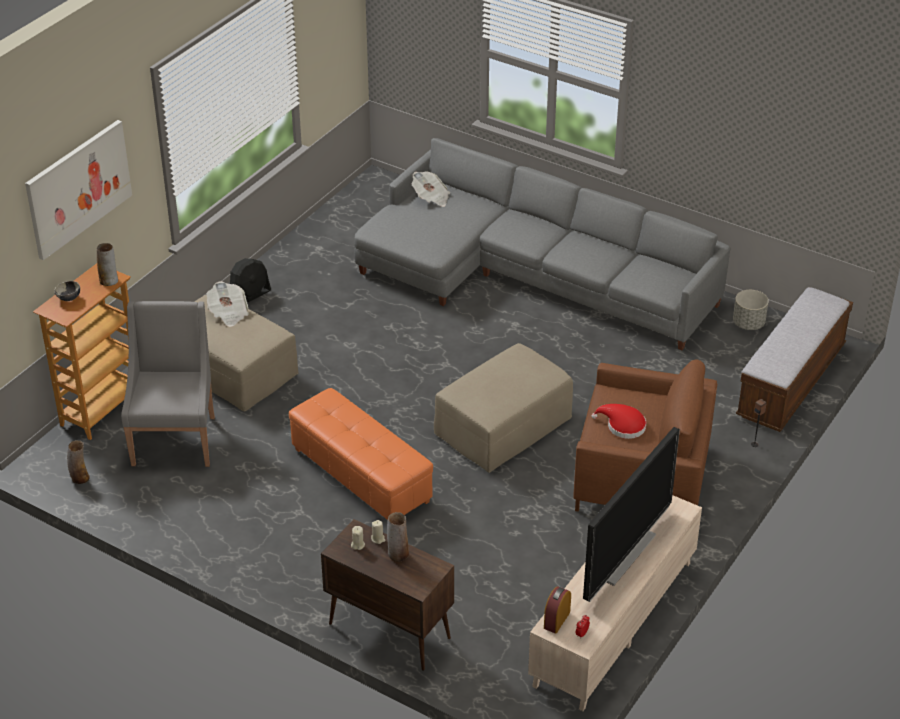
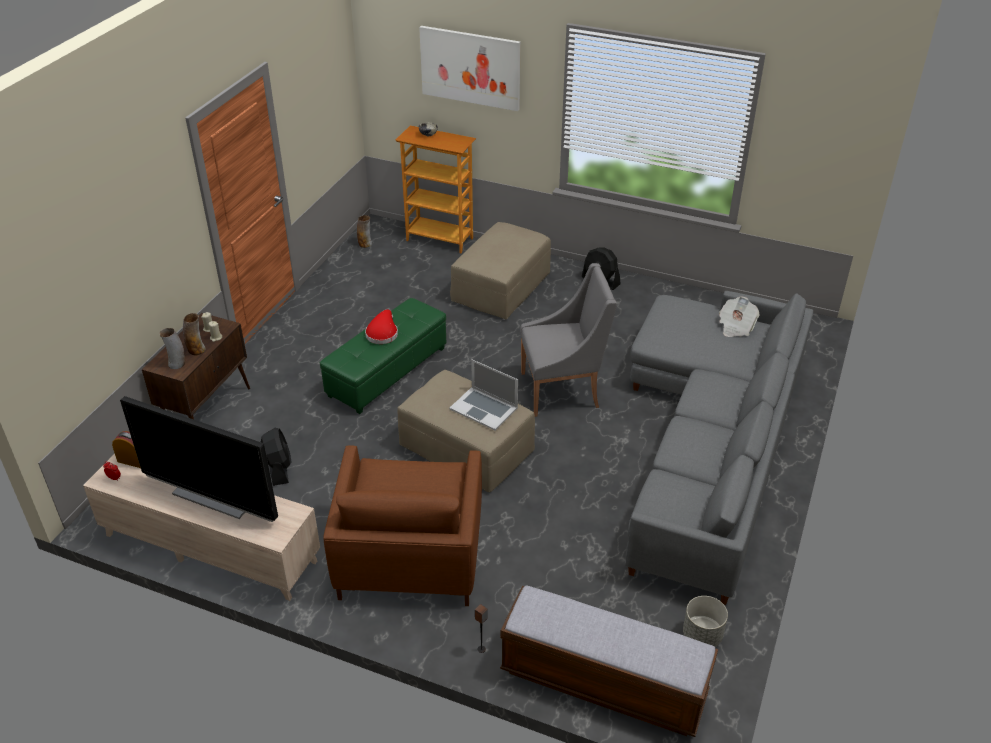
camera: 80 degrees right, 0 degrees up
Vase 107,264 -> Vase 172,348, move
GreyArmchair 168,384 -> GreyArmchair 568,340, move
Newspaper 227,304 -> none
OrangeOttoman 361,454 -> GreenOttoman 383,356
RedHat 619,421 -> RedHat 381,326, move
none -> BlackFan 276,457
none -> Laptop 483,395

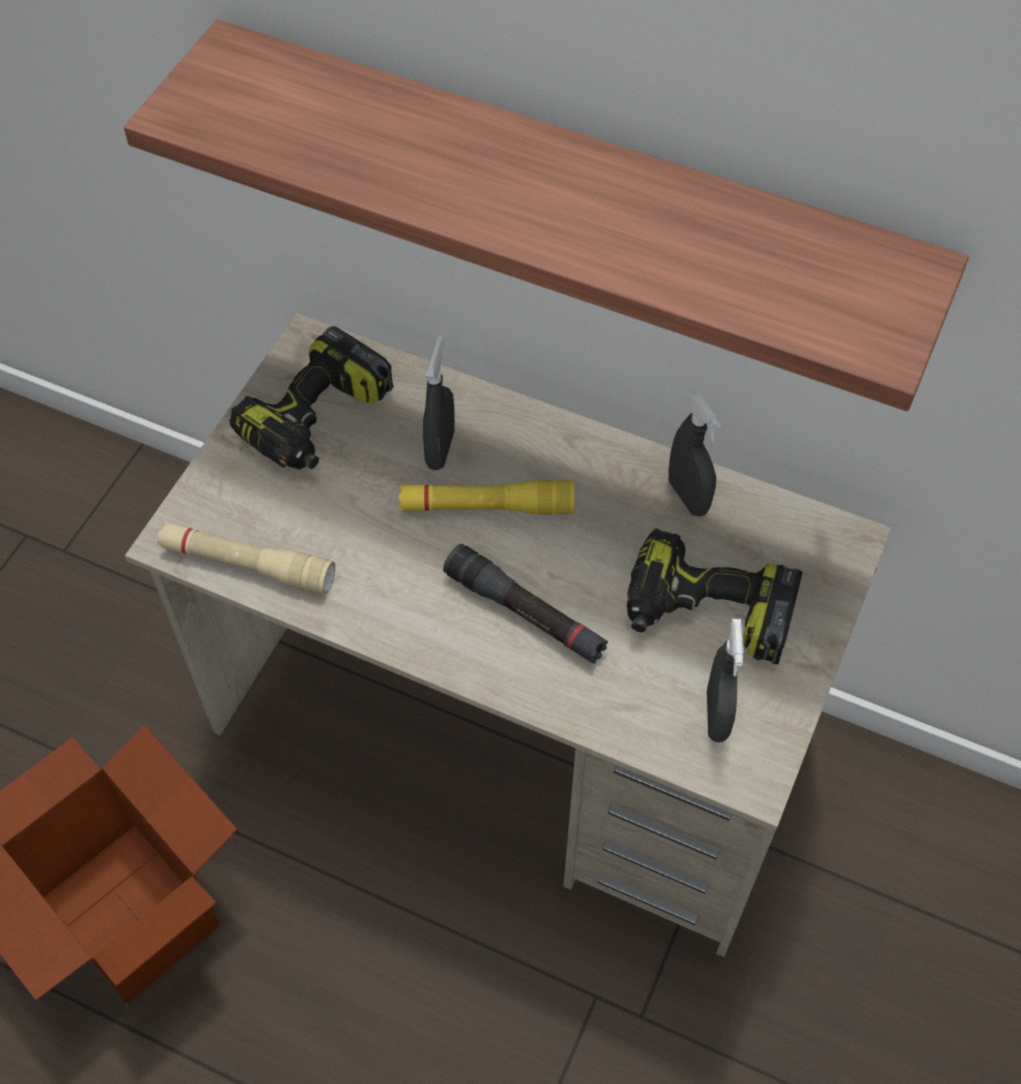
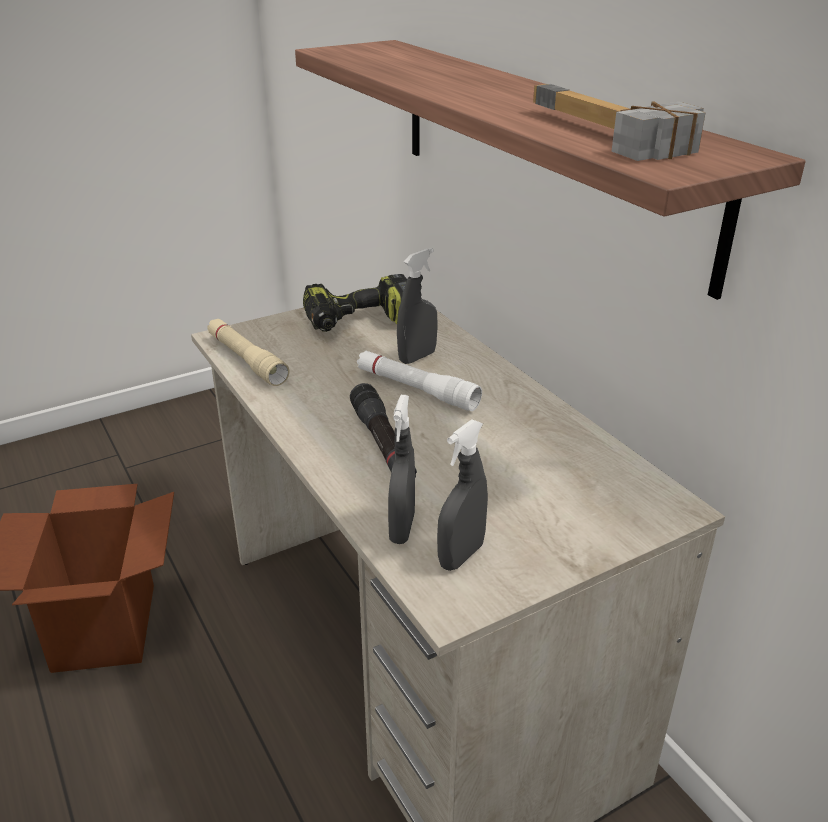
camera: 35 degrees right, 25 degrees down
YellowFlashlight 486,497 -> WhiteFlashlight 419,381
PowerDrill 715,596 -> none
GreySprayBottle 694,454 -> GreySprayBottle 401,469, move
none -> Hammer 619,122

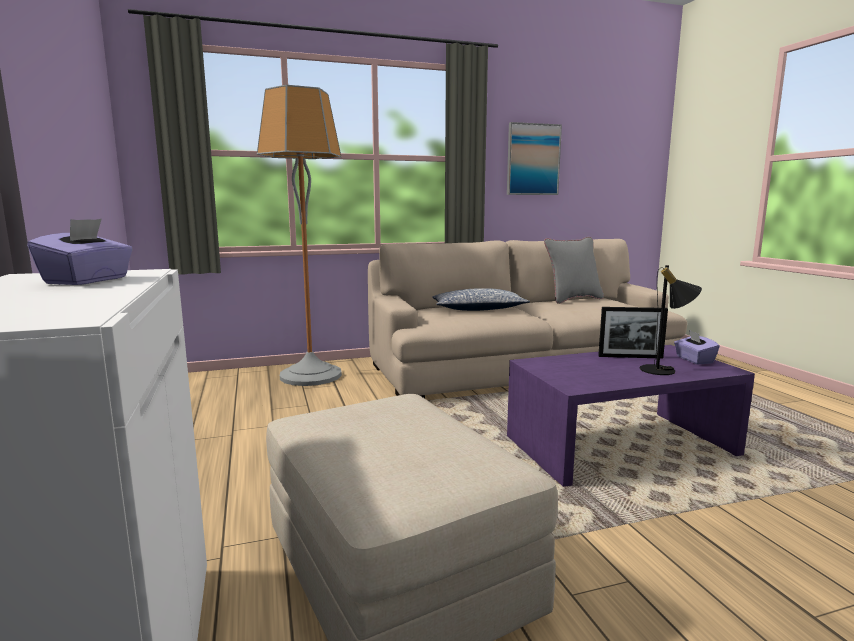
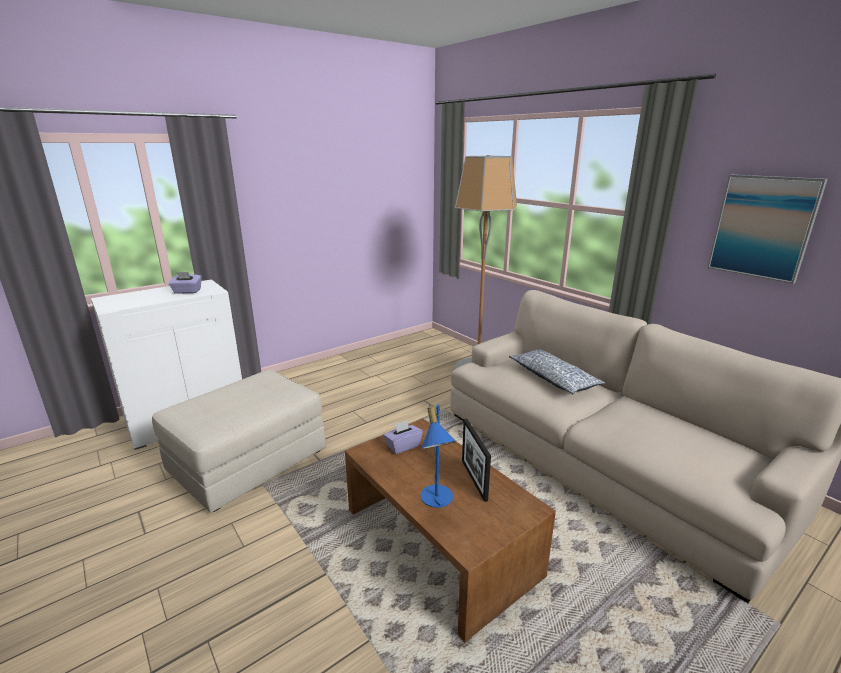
camera: 70 degrees right, 10 degrees up
PurpleCoffeeTable 631,416 -> BrownCoffeeTable 450,530
GreyPillow 574,270 -> none
BlackTableLamp 671,320 -> BlueTableLamp 438,456
PurpleTissueBox 697,347 -> PurpleTissueBox 403,437, move

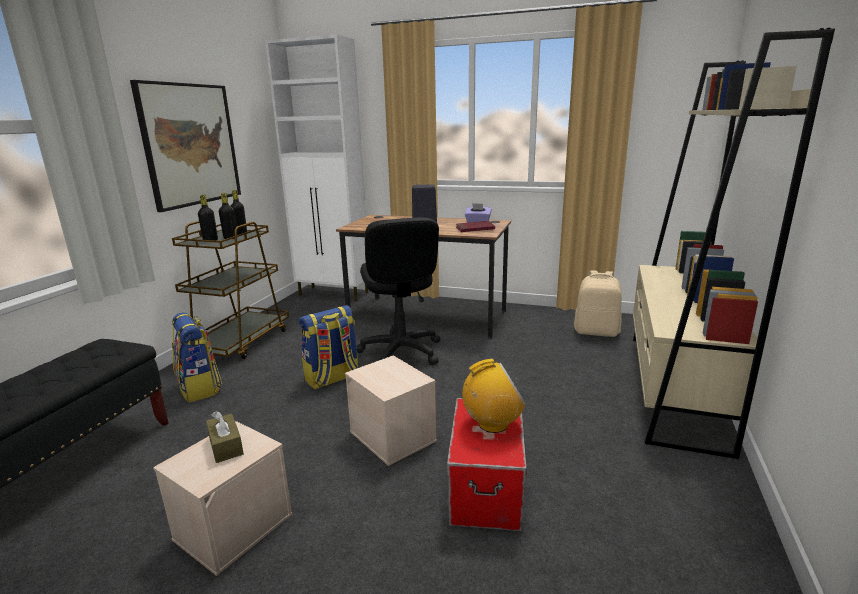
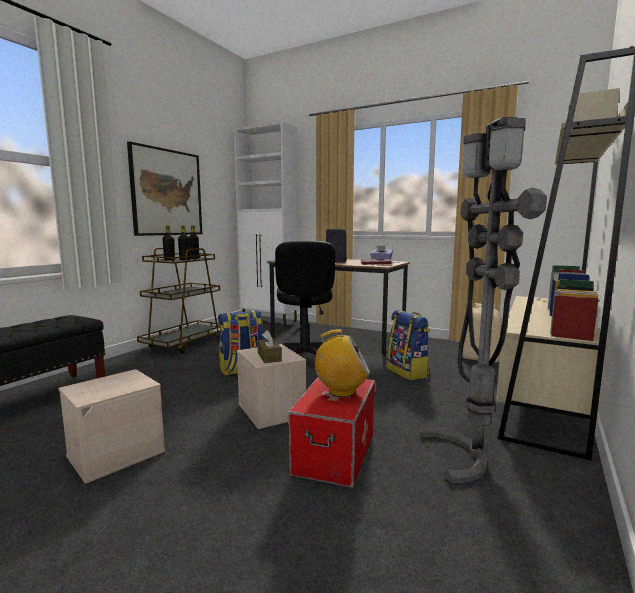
camera: 10 degrees right, 10 degrees down
Backpack 197,357 -> Backpack 408,345, move
BrownTissueBox 225,437 -> BrownTissueBox 270,346, move
none -> GreyFloorLamp 483,300

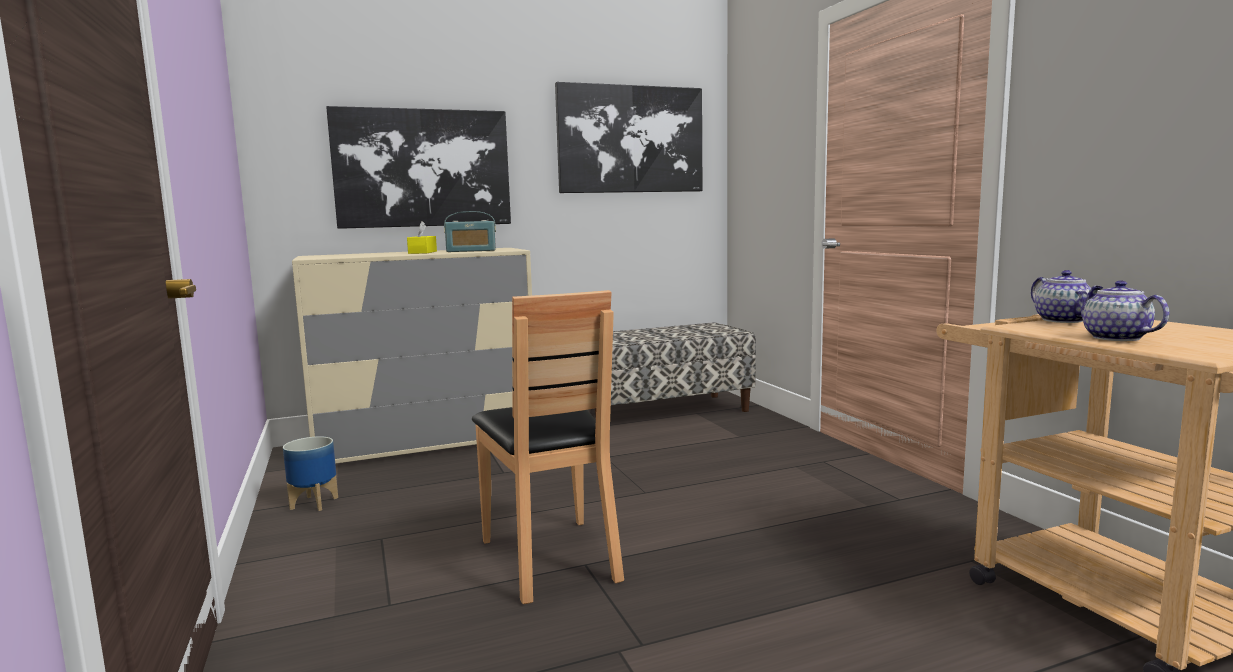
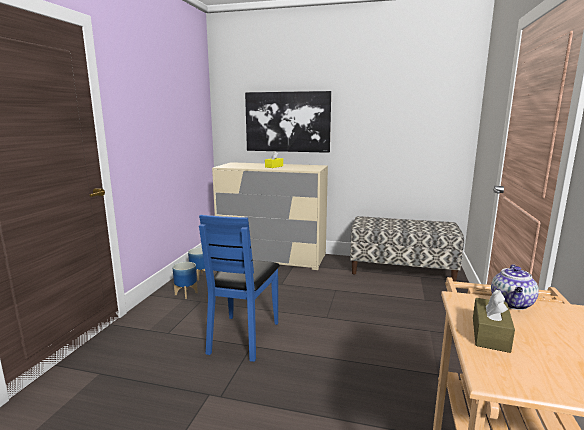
camera: 35 degrees right, 5 degrees up
Radio 470,231 -> none
BrownChair 548,447 -> BlueChair 239,288
Picture 628,137 -> none
Teapot 1122,311 -> BrownTissueBox 494,321
none -> Planter 185,280

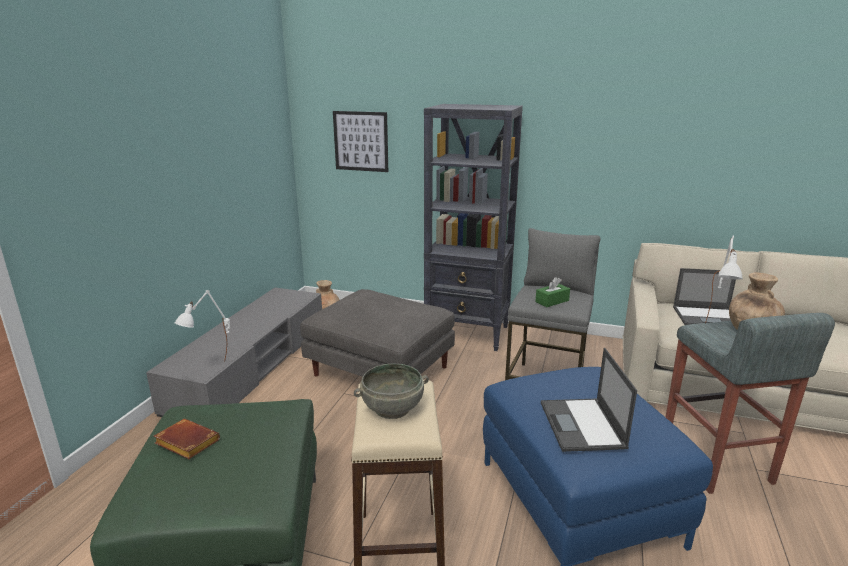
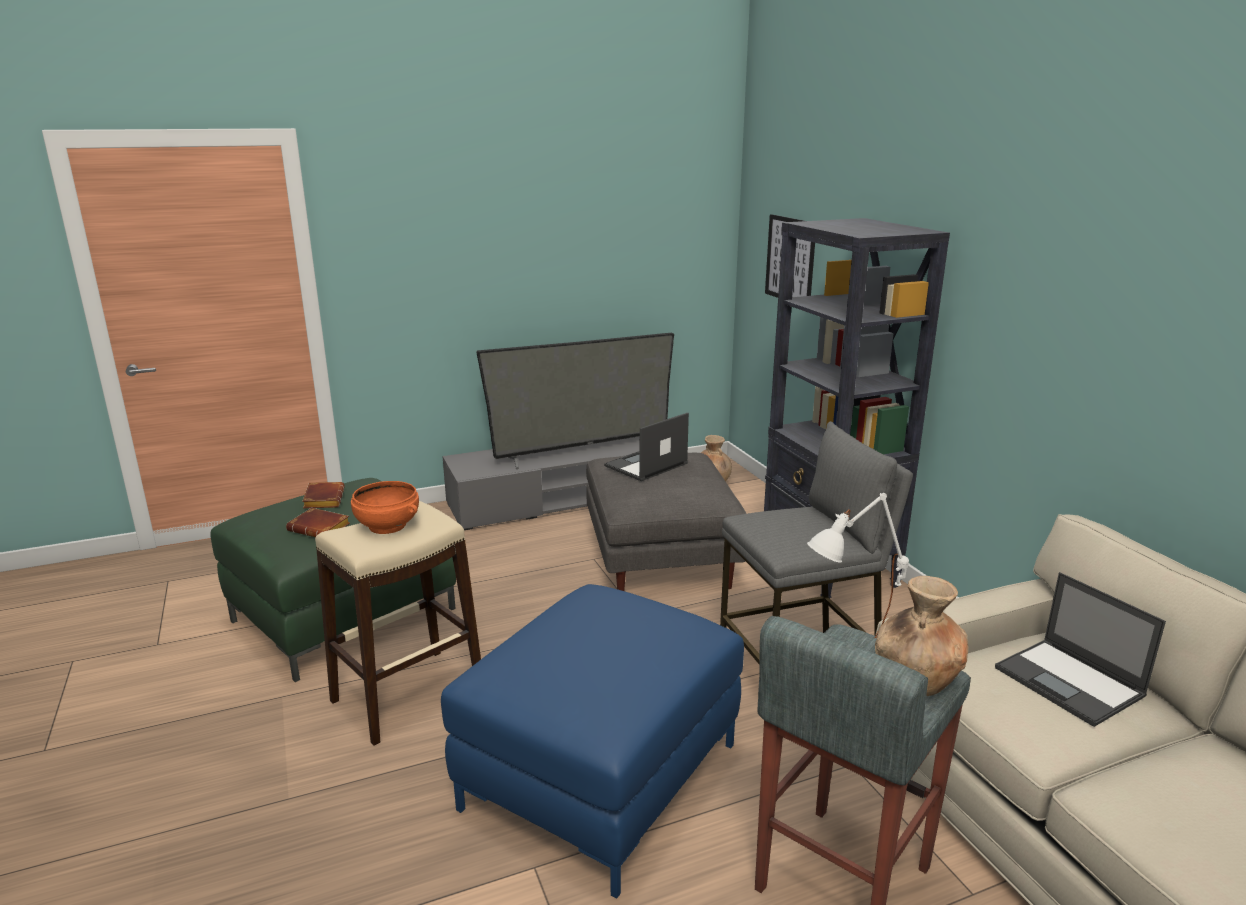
camera: 50 degrees right, 0 degrees up
WhiteTableLamp 202,326 -> none
GreyBowl 391,391 -> OrangeBowl 385,507
GreenTissueBox 552,292 -> none
Laptop 589,400 -> Laptop 646,447, move
none -> BrownBook 318,522
none -> Television 575,401

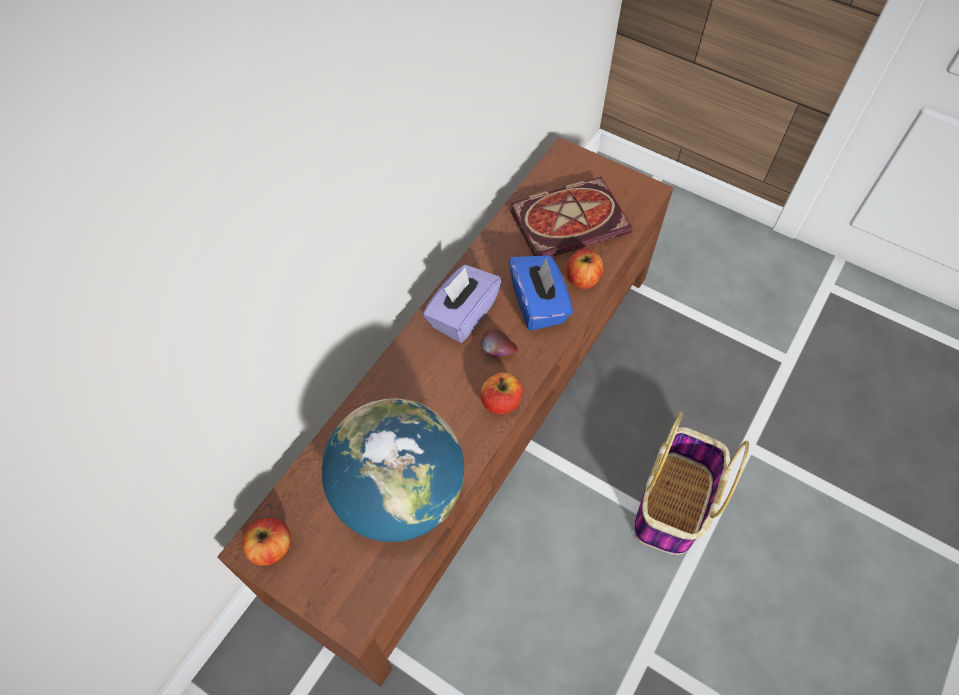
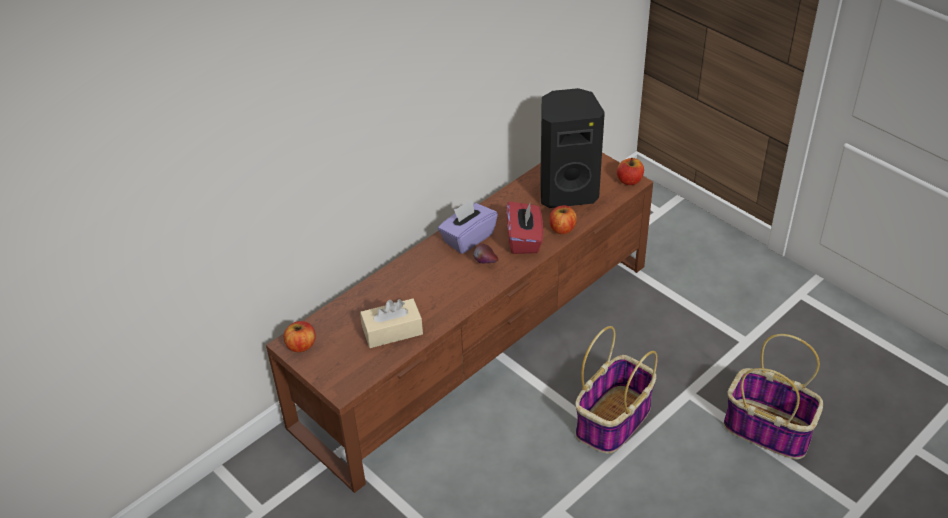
camera: 15 degrees right, 15 degrees down
Globe 393,470 -> BeigeTissueBox 391,323
Apple 501,393 -> Apple 630,171, move
BlueTissueBox 541,293 -> RedTissueBox 524,227
Book 571,217 -> BlackSpeaker 572,148
none -> Basket 773,396

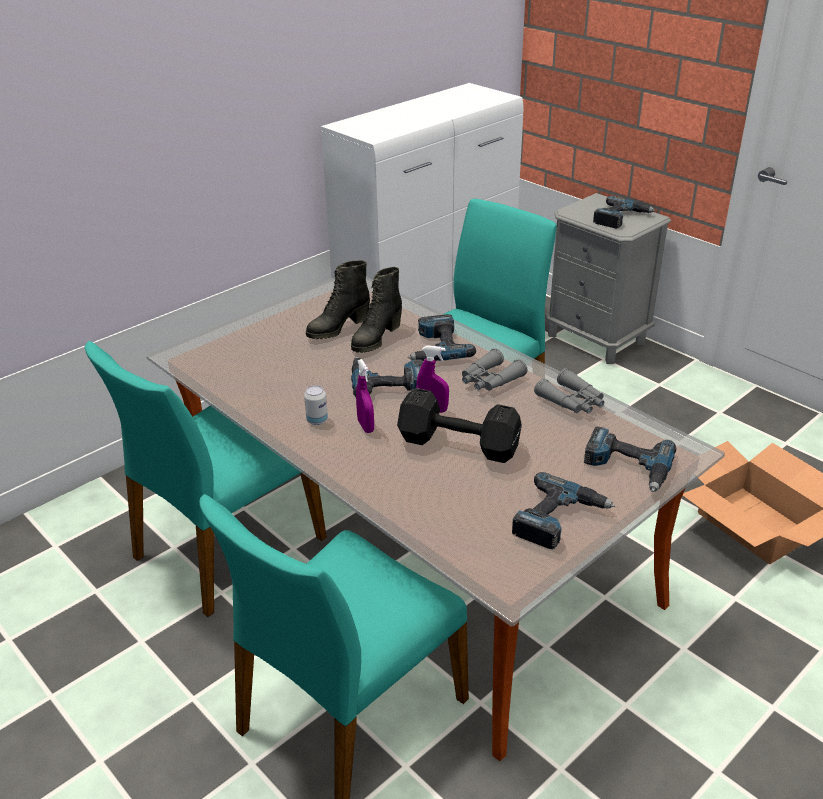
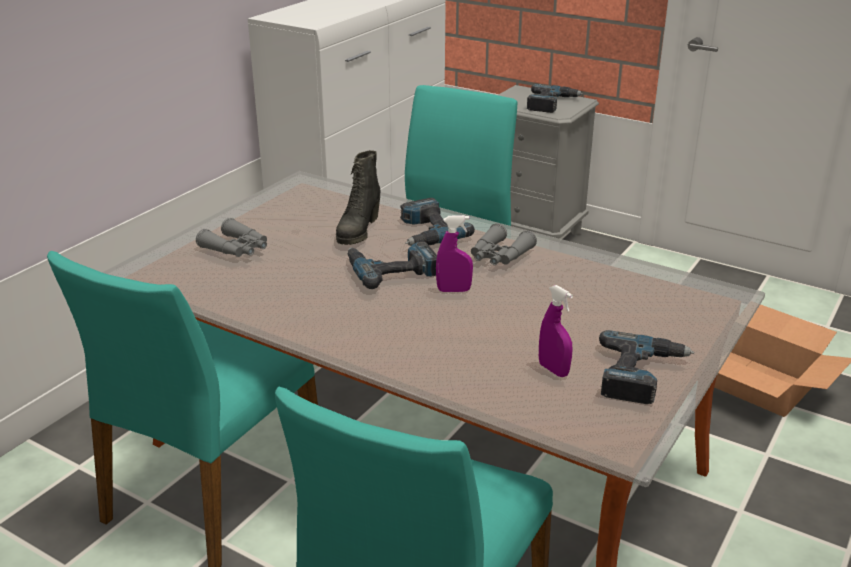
camera: 15 degrees left, 5 degrees down
Can 316,405 -> none
BlackBoot 338,299 -> none
PurpleSprayBottle 365,396 -> PurpleSprayBottle 556,331, move
BlackDumbbell 459,425 -> none
GreyBinoculars 569,391 -> GreyBinoculars 231,237, move
PowerDrill 630,459 -> none

